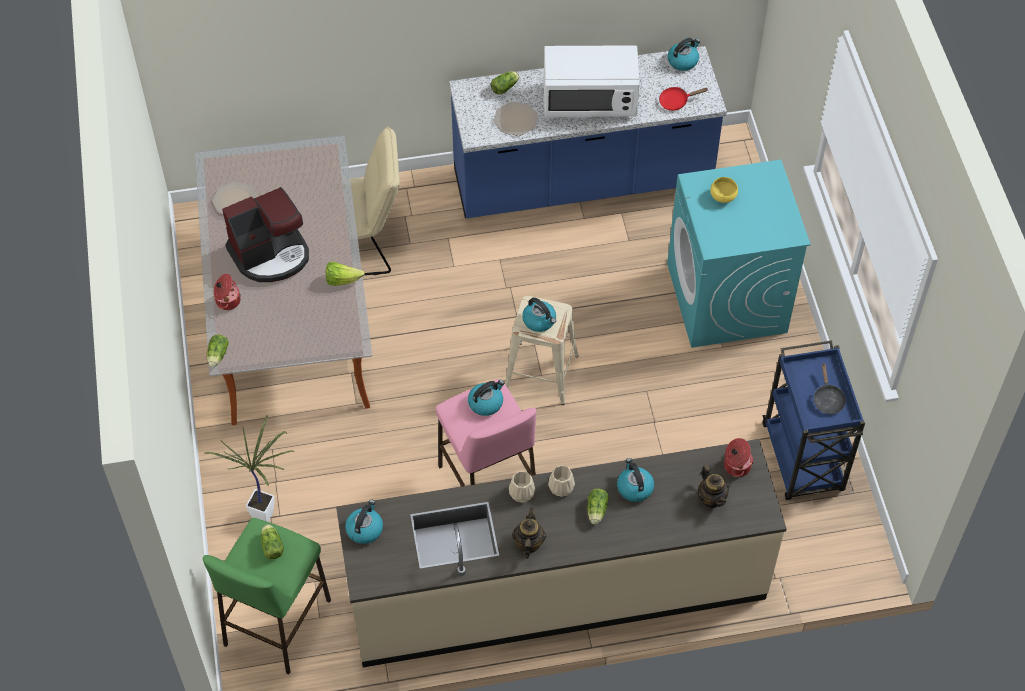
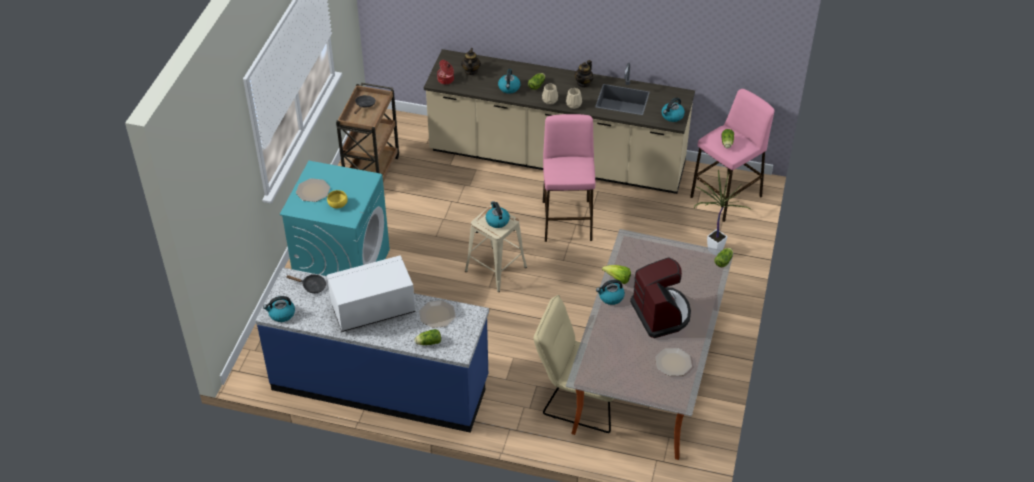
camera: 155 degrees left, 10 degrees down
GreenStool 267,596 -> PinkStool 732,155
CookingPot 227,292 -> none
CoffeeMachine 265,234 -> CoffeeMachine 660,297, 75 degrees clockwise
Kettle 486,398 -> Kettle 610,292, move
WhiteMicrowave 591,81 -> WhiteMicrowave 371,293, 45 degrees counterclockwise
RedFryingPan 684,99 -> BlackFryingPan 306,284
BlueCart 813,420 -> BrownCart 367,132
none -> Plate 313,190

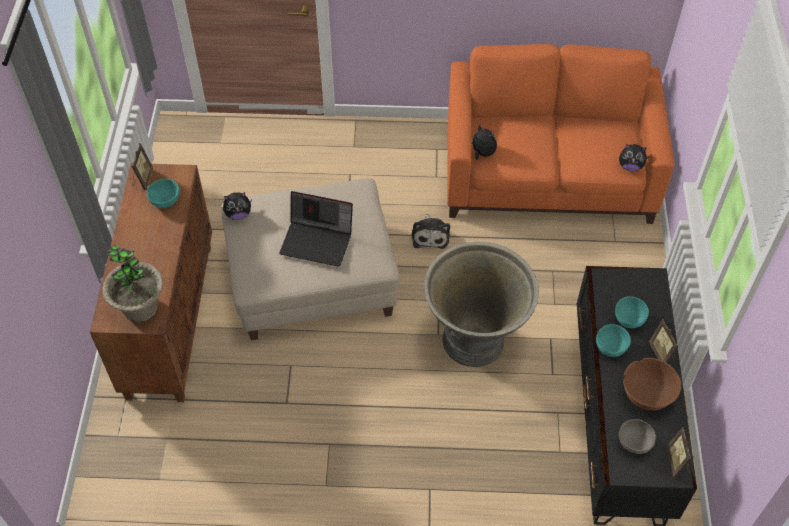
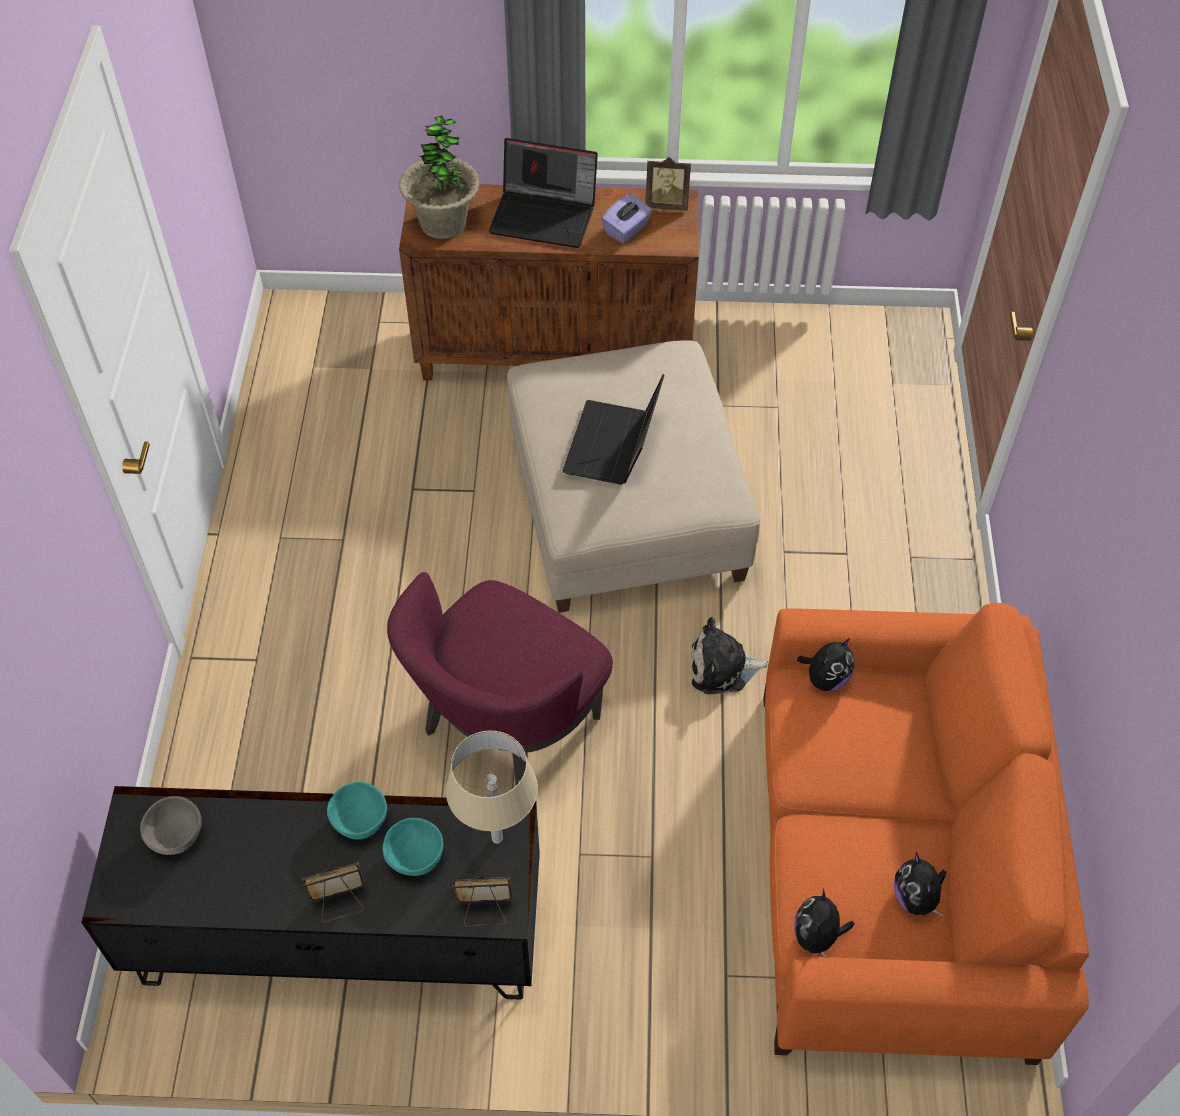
camera: 90 degrees right, 0 degrees up
TurquoiseBowl 163,193 -> PurpleTissueBox 626,218
PlushToy 237,206 -> PlushToy 920,884, move
GreyPlanter 481,304 -> PurpleArmchair 500,678
BrownBowl 652,384 -> none
PictureFrame 679,452 -> PictureFrame 482,901, move
none -> BeigeTableLamp 492,787
none -> Laptop 543,193

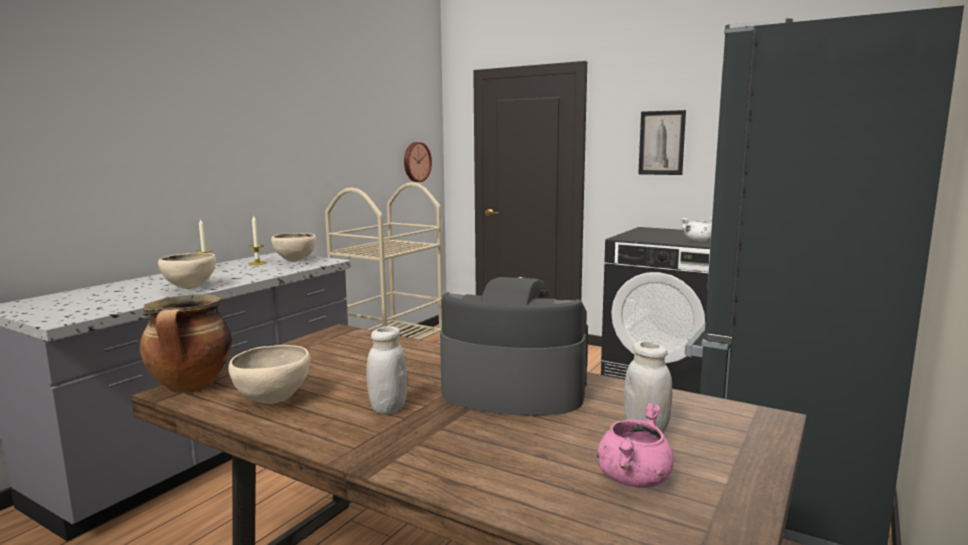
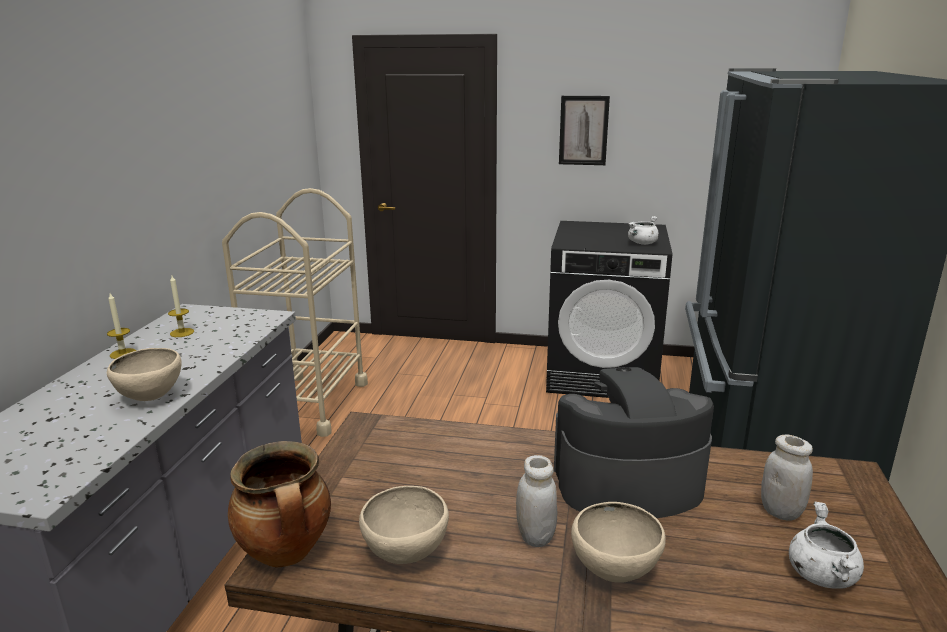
camera: 20 degrees left, 10 degrees up
BeigeBowl 293,247 -> BeigeBowl 618,542, move
WallClock 418,162 -> none
PinkCookingPot 635,445 -> WhiteCookingPot 826,545

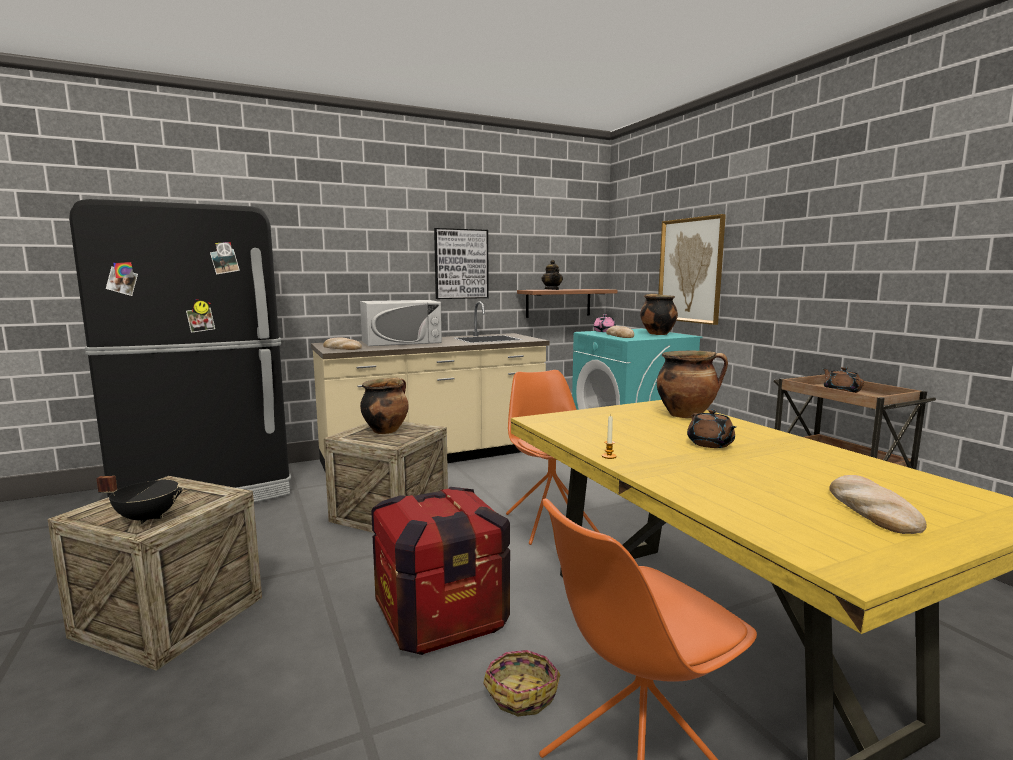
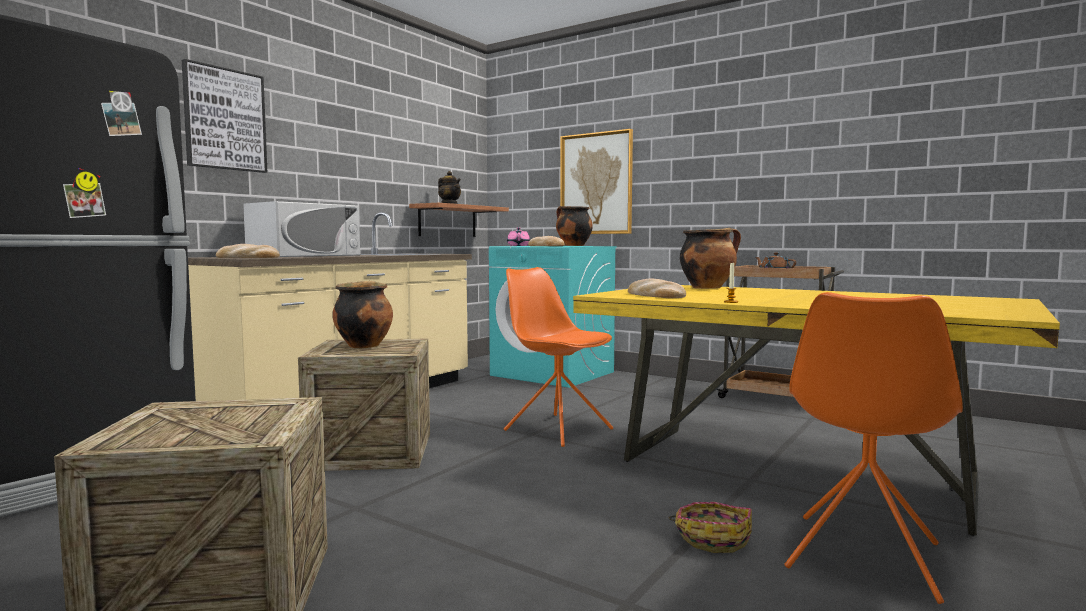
camera: 30 degrees left, 5 degrees down
BlackCookingPot 140,500 -> none
Crate 440,571 -> none
Picture 461,263 -> Picture 224,116, move
BrownTeapot 711,428 -> none
Bread 878,504 -> Bread 657,288, move

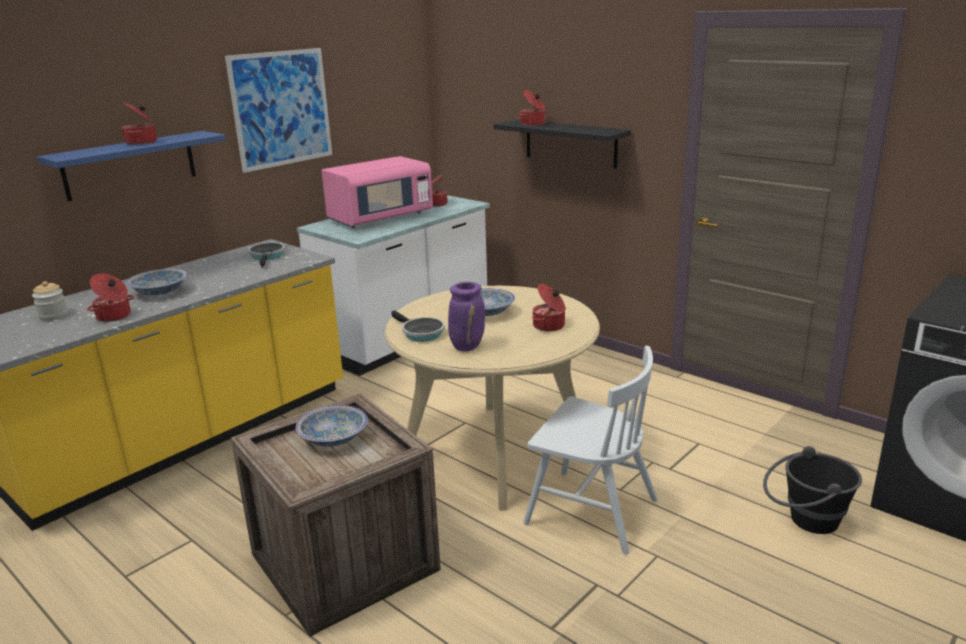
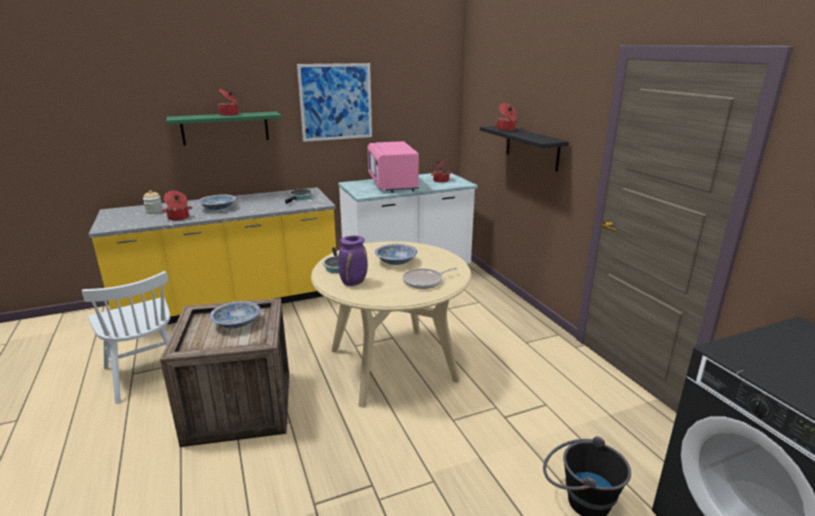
camera: 25 degrees right, 0 degrees up
BlueShelf 131,166 -> GreenShelf 223,129
PinkMicrowave 377,192 -> PinkMicrowave 393,167, 90 degrees clockwise
WhiteChair 590,450 -> WhiteChair 126,337, move
CookingPot 549,308 -> FryingPan 430,278

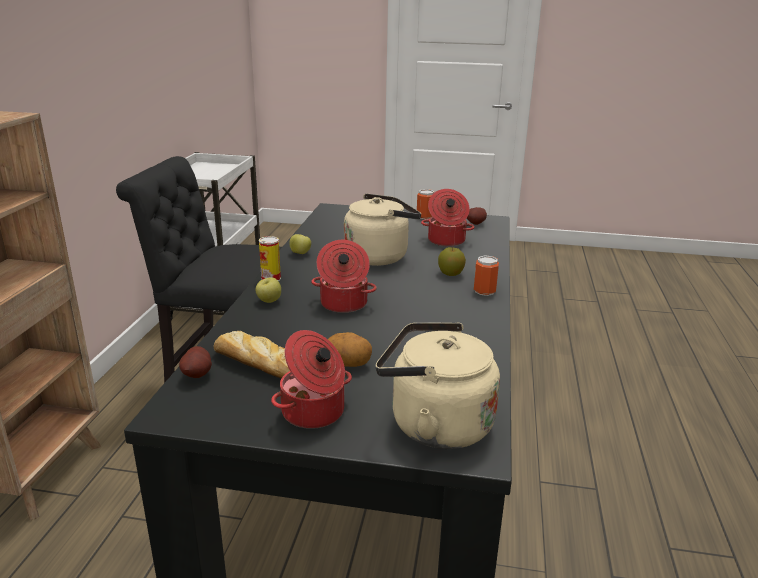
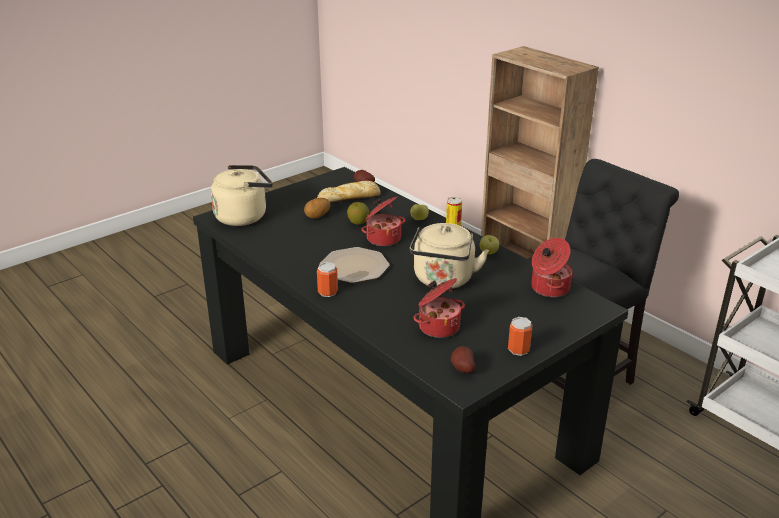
camera: 130 degrees right, 5 degrees up
CookingPot 311,379 -> CookingPot 552,267, move
Apple 452,261 -> Apple 358,213, move
none -> Plate 355,265

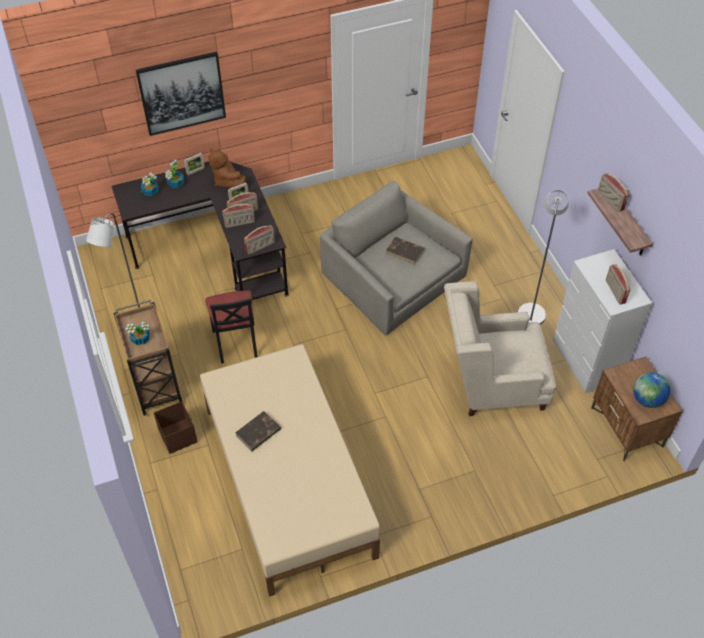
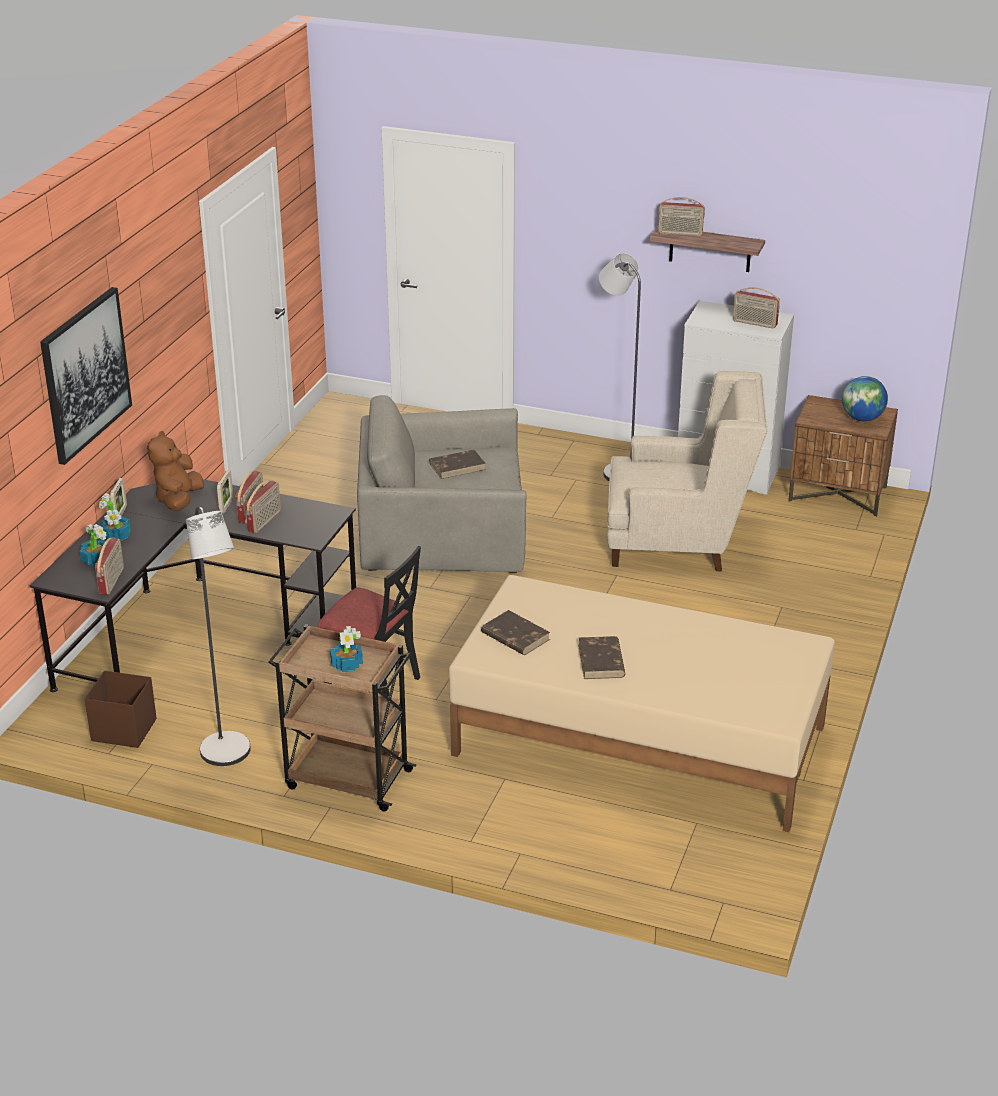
camera: 50 degrees left, 20 degrees down
BrownStorageBox 176,427 -> BrownStorageBox 121,709, move
BrownPlushToy 227,168 -> BrownPlushToy 175,471, 90 degrees clockwise
Radio 259,240 -> Radio 109,566, move
BeigeArmchair 500,348 -> BeigeArmchair 687,471, 120 degrees counterclockwise
none -> BrownBook 515,632

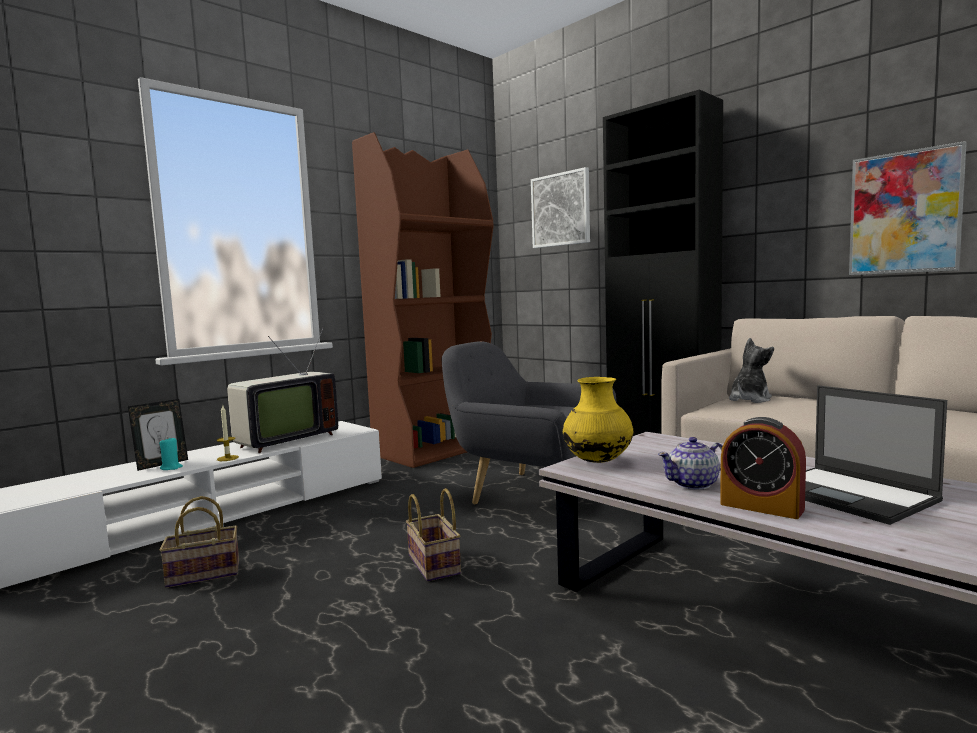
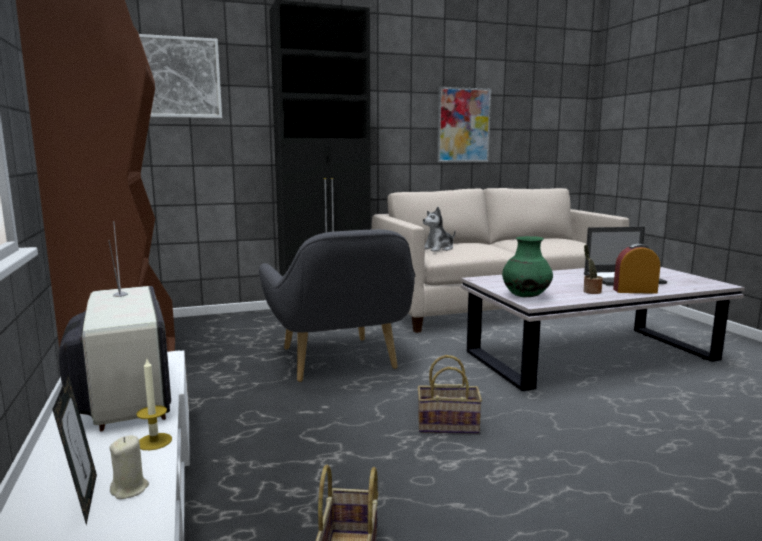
camera: 65 degrees left, 5 degrees up
TurquoiseCandle 171,453 -> BeigeCandle 129,467
GreyArmchair 529,422 -> GreyArmchair 337,305, 75 degrees counterclockwise
YellowVase 598,420 -> GreenVase 527,266
Teapot 690,463 -> PottedPlant 593,269
AlarmClock 763,468 -> AlarmClock 636,269, 150 degrees counterclockwise
PlushToy 751,370 -> PlushToy 439,229, 105 degrees counterclockwise

